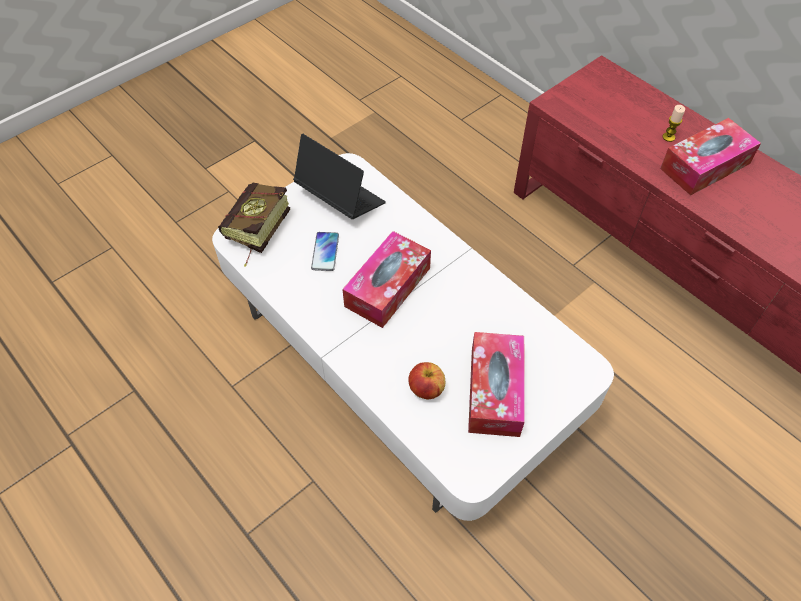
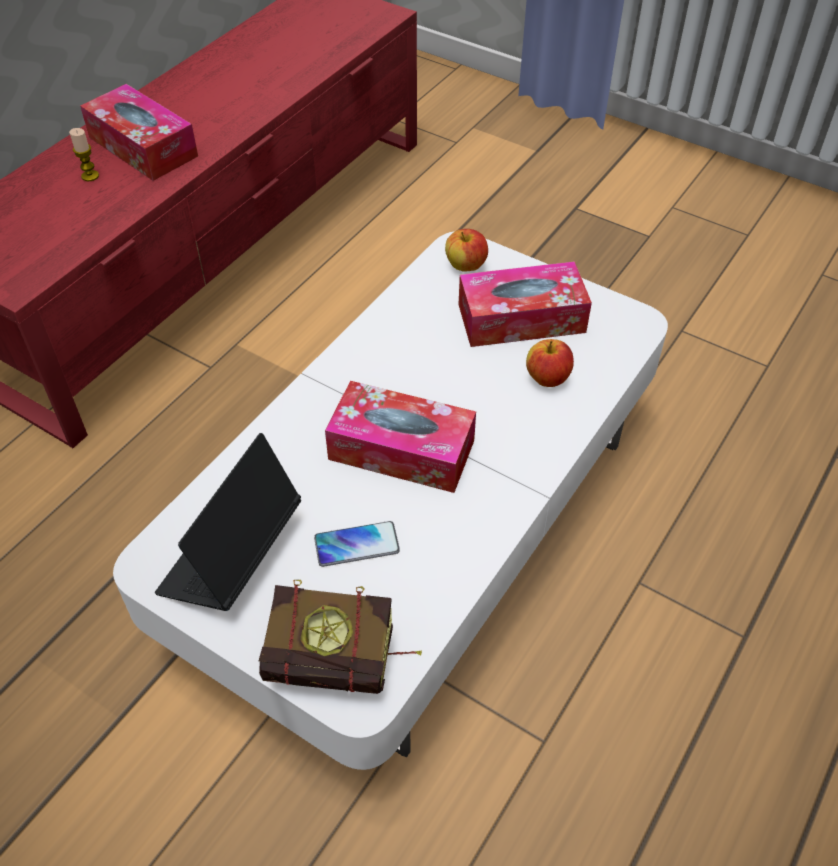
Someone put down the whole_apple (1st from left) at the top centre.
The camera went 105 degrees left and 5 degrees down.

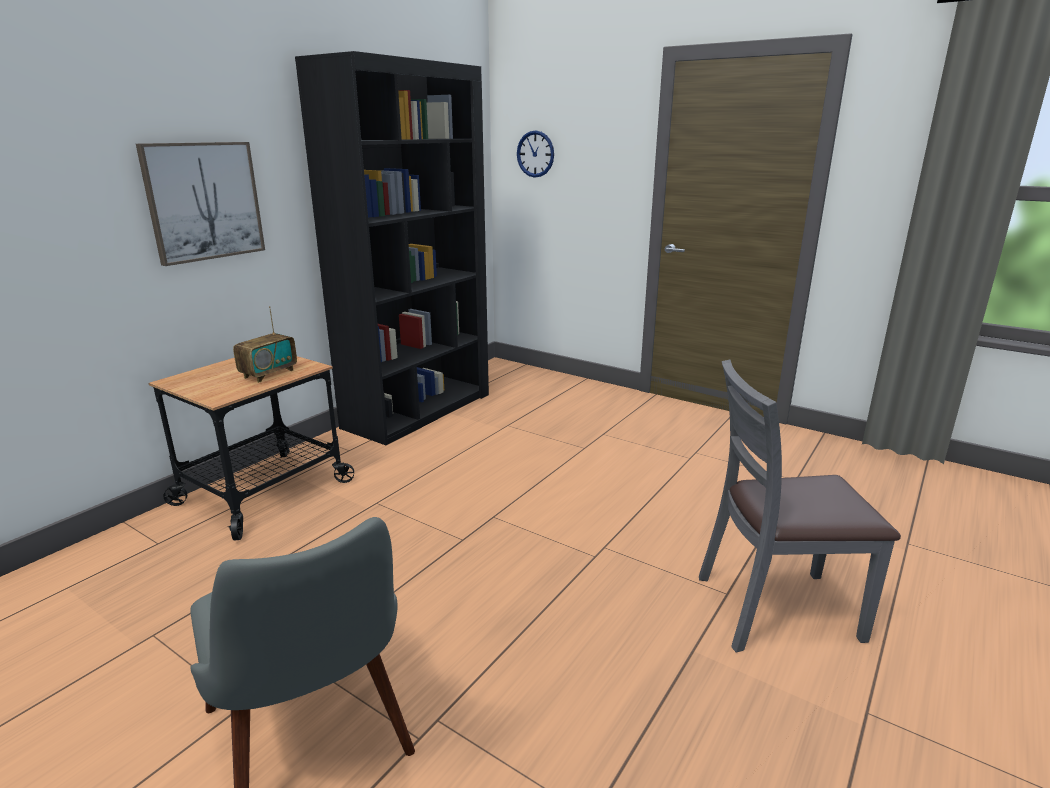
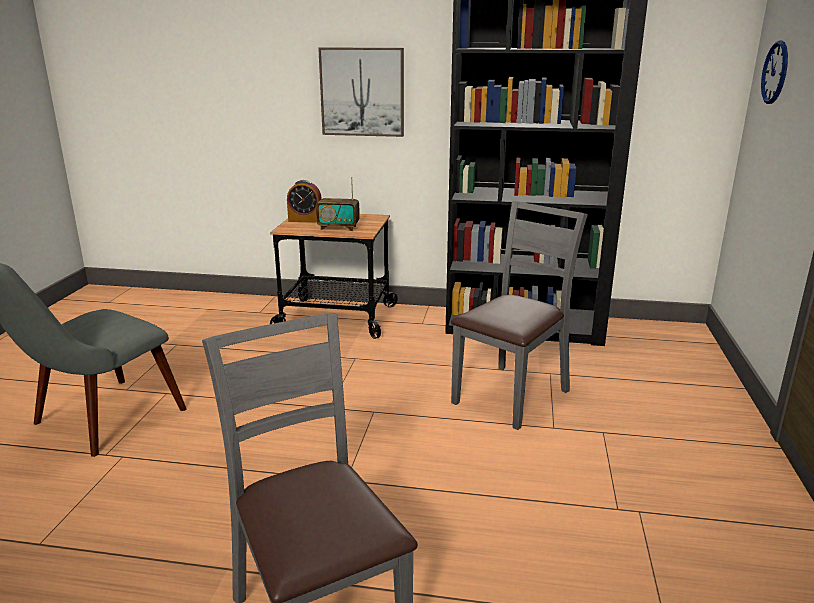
Someone put down the bedside_clock at the centre.
Someone put down the gray_plain_chair (3rd from left) at the centre.
The camera went 65 degrees right and 0 degrees up.

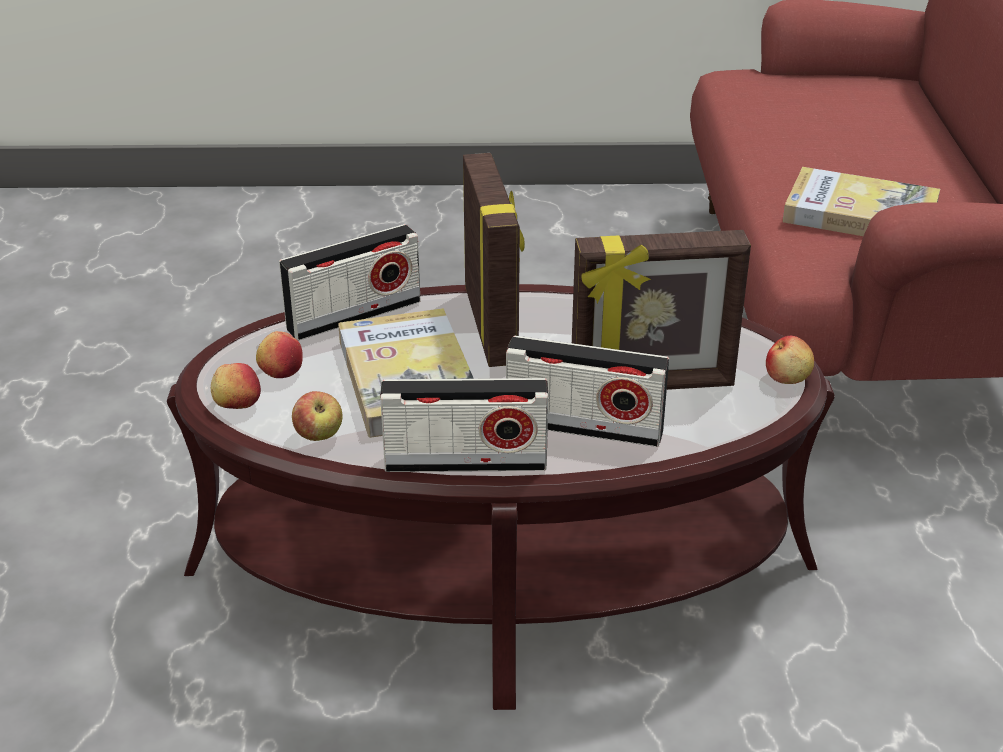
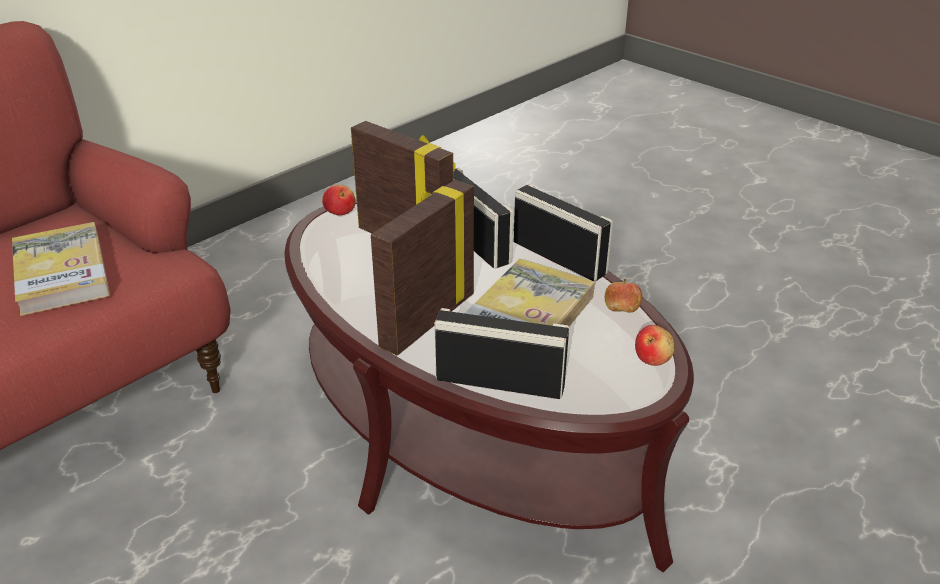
Someone took away the whole_apple (2nd from left) at the middle left.
The camera went 135 degrees left and 0 degrees up.

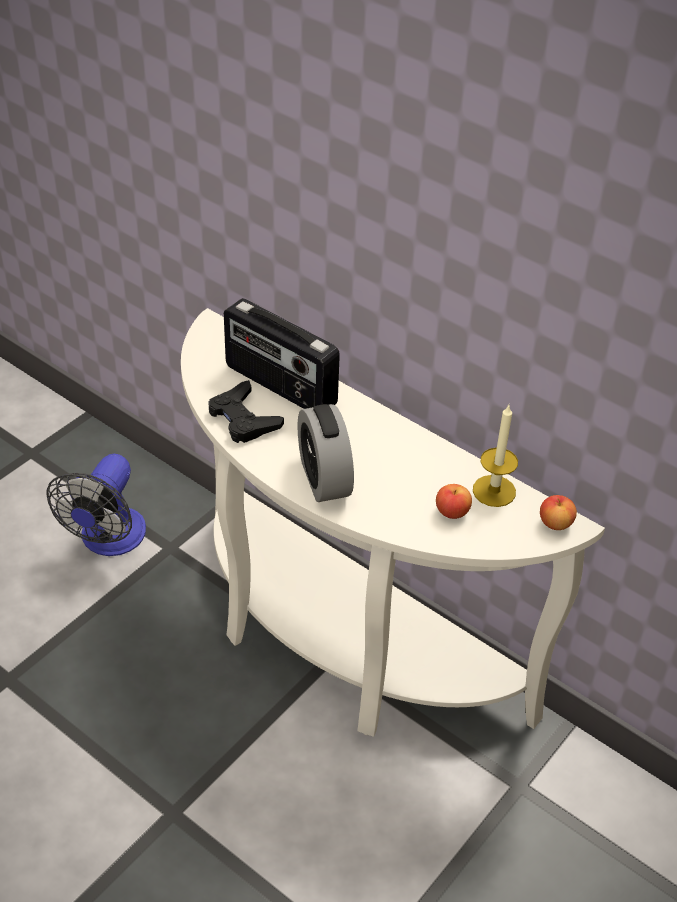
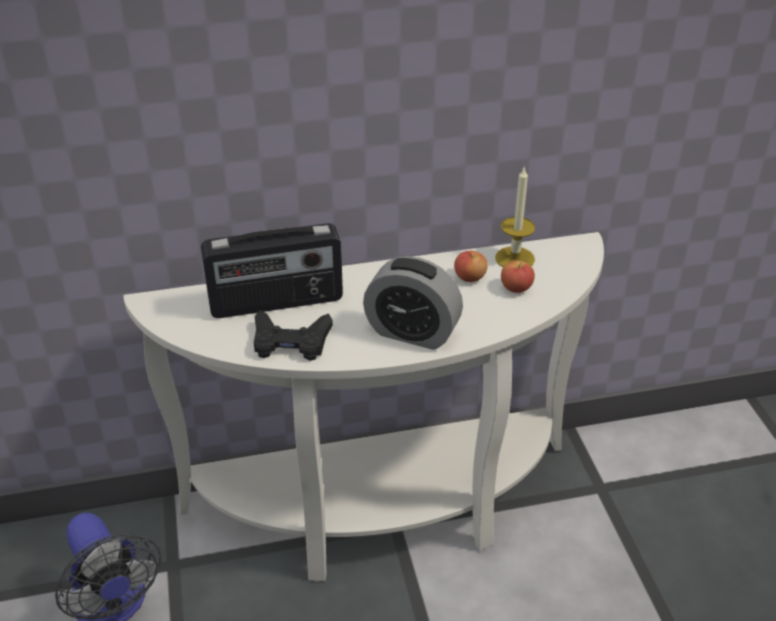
Someone carried the whole_apple (2nd from left in the first image) from the middle right to the centre.
The camera went 50 degrees left and 5 degrees down.

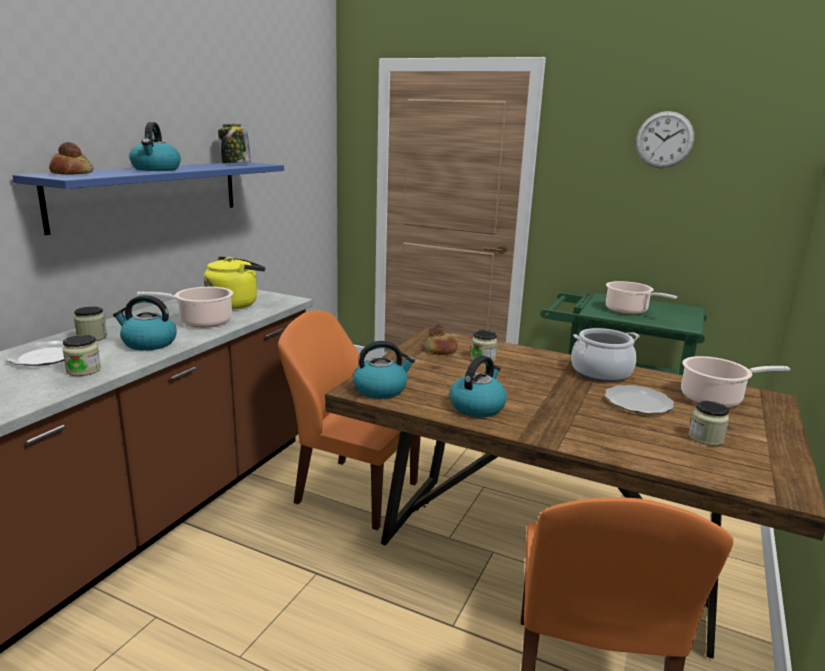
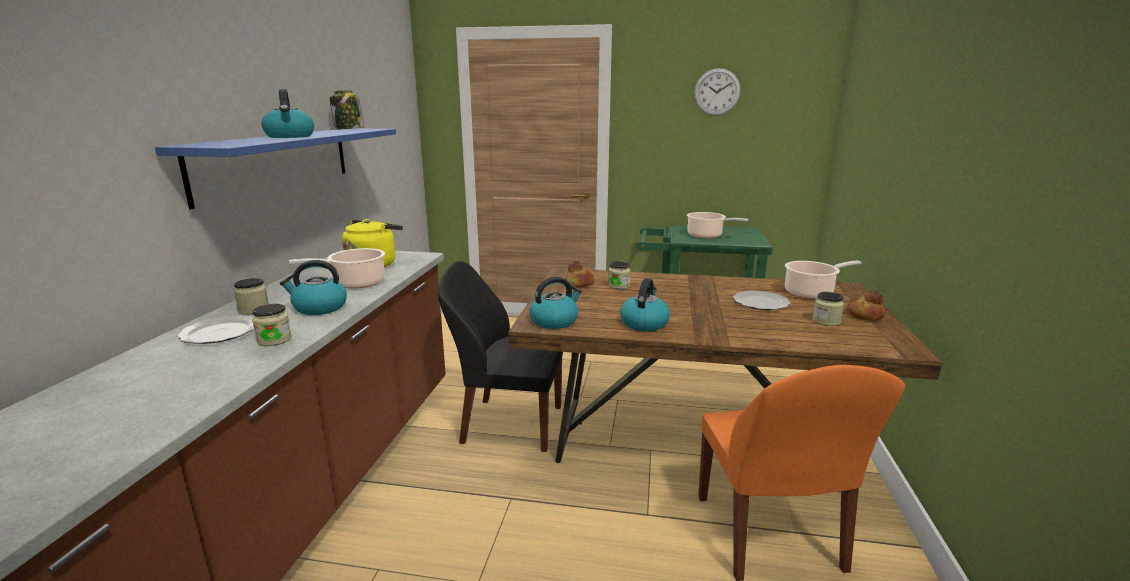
Someone carried the bakery_bread (1st from left in the first image) from the top left to the middle right.
Someone repainted the orangey_plain_chair (1st from left) at the centre, which became the blackish_plain_chair at the centre.
Someone took away the cooking_pot (2nd from left) at the middle right.
The camera went 15 degrees left and 0 degrees up.

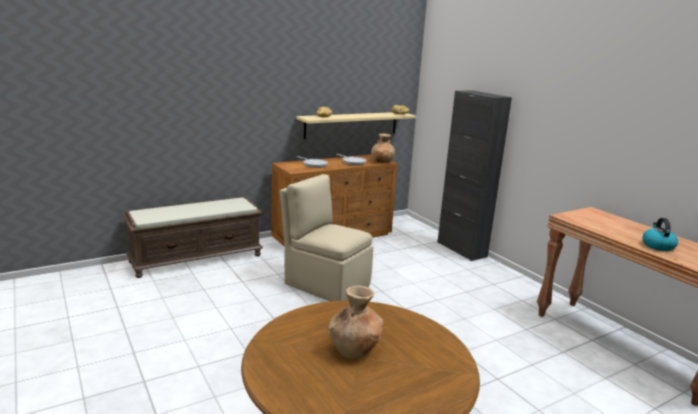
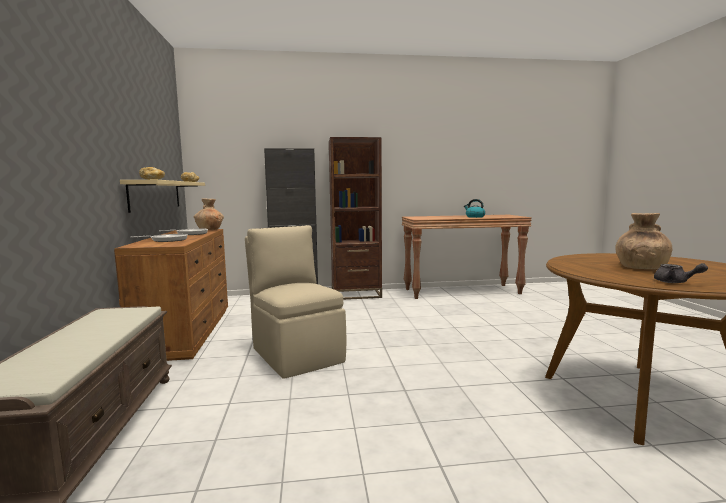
Someone rotated the beige_plain_chair at the centre by 90 degrees clockwise.
Someone put down the brown-coloured_shelving_unit at the centre.
Someone put down the gray_pot_for_tea at the middle right.
The camera went 65 degrees left and 10 degrees down.

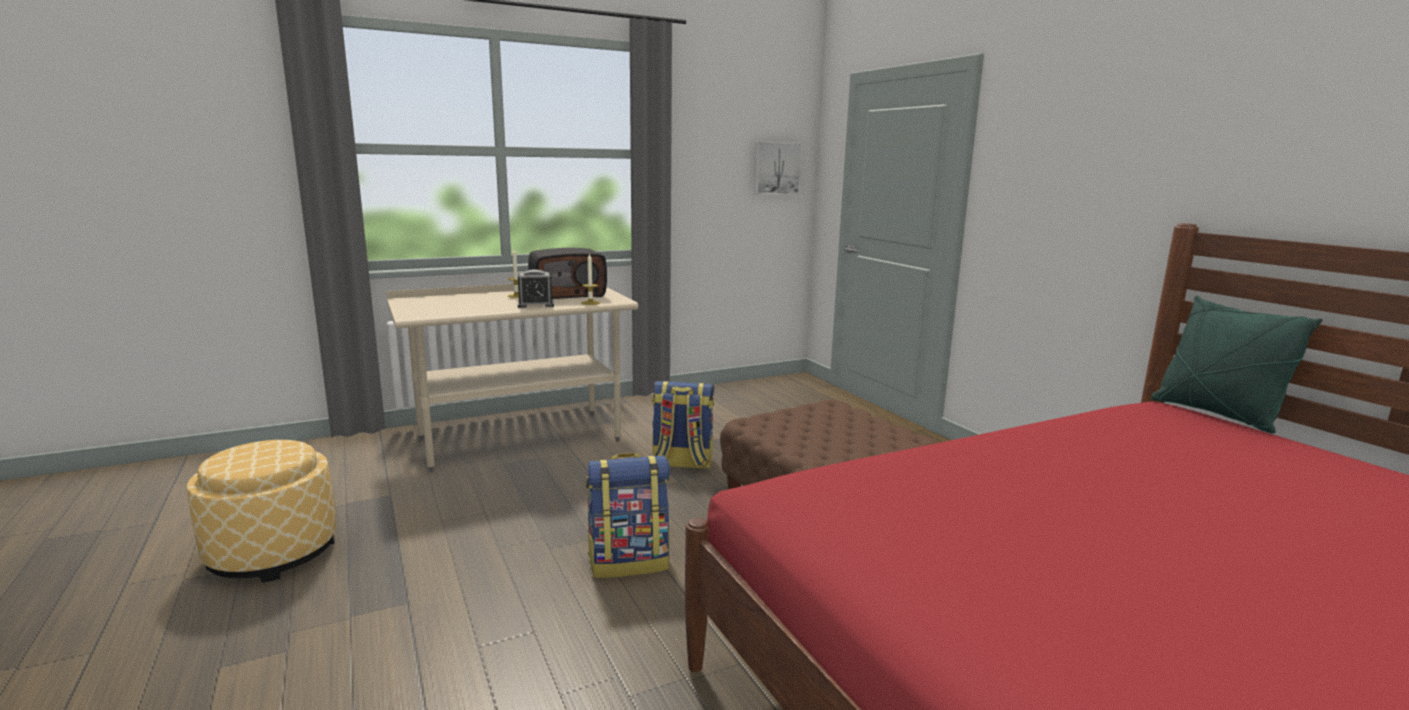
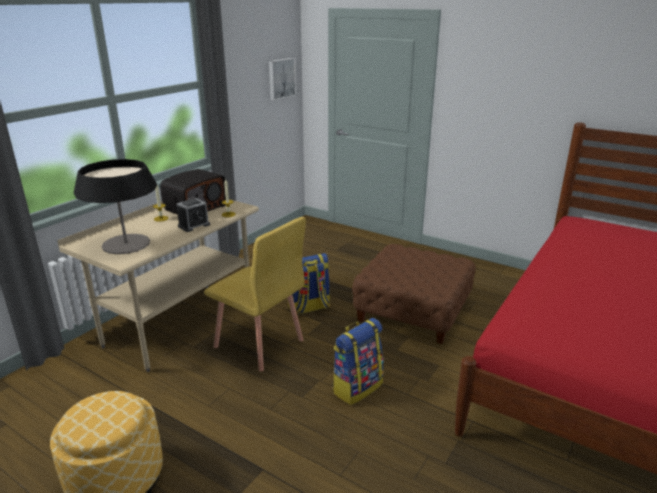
Someone took away the greenish_throw_pillow at the middle right.
Someone put down the table_lamp at the middle left.
Someone put down the yellowish_plain_chair at the centre.
The camera went 30 degrees left and 10 degrees up.

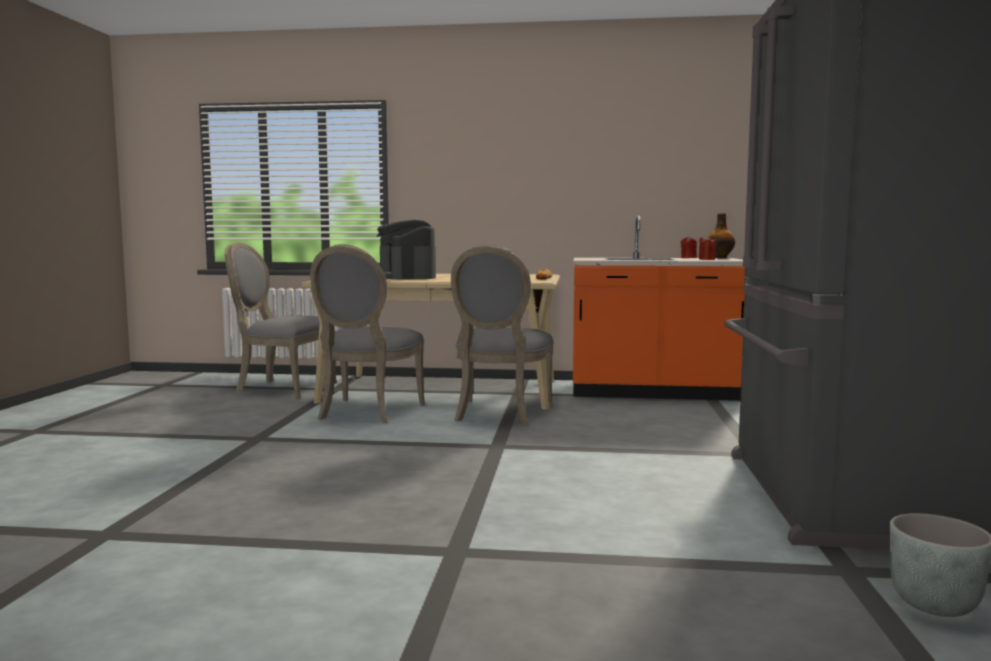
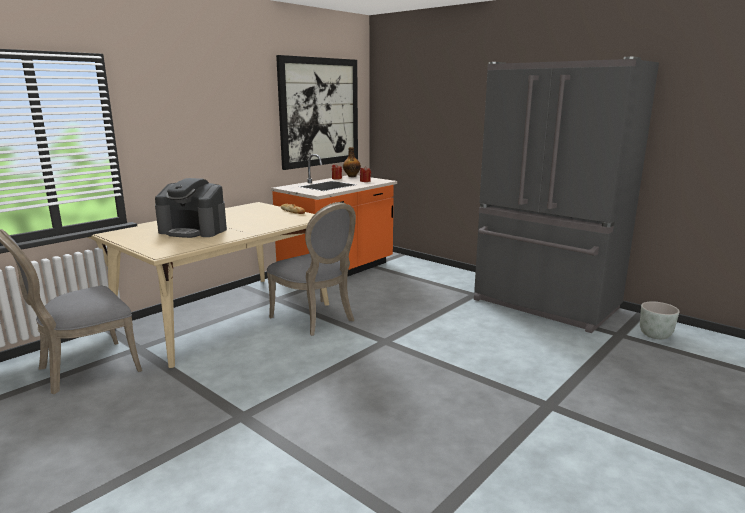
Someone took away the gray_plain_chair (2nd from left) at the centre.
Someone put up the wall_art at the top centre.
The camera went 55 degrees left and 10 degrees up.

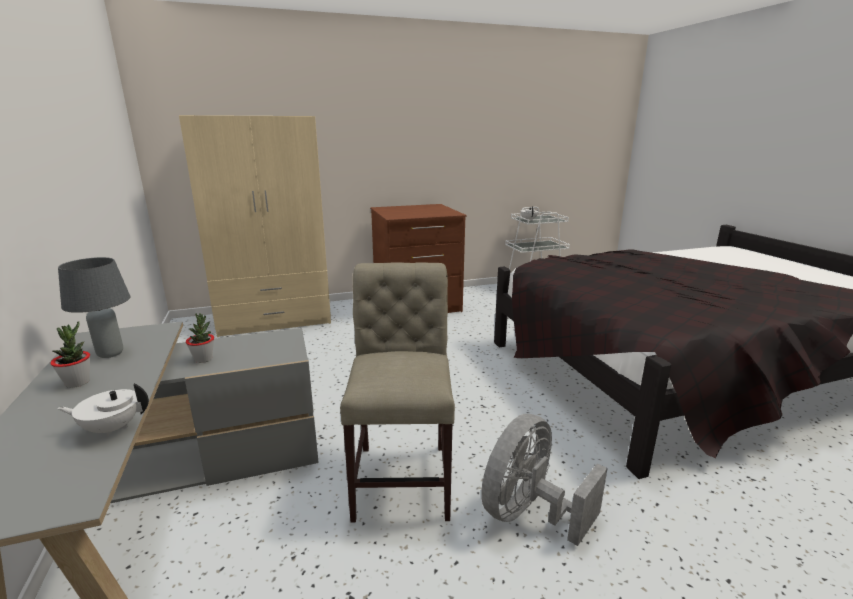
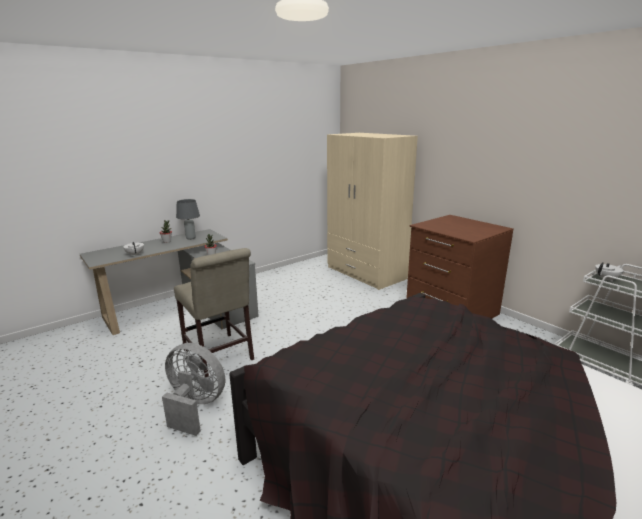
Someone rotated the beige_plain_chair at the centre by 75 degrees clockwise.
The camera went 70 degrees right and 0 degrees up.

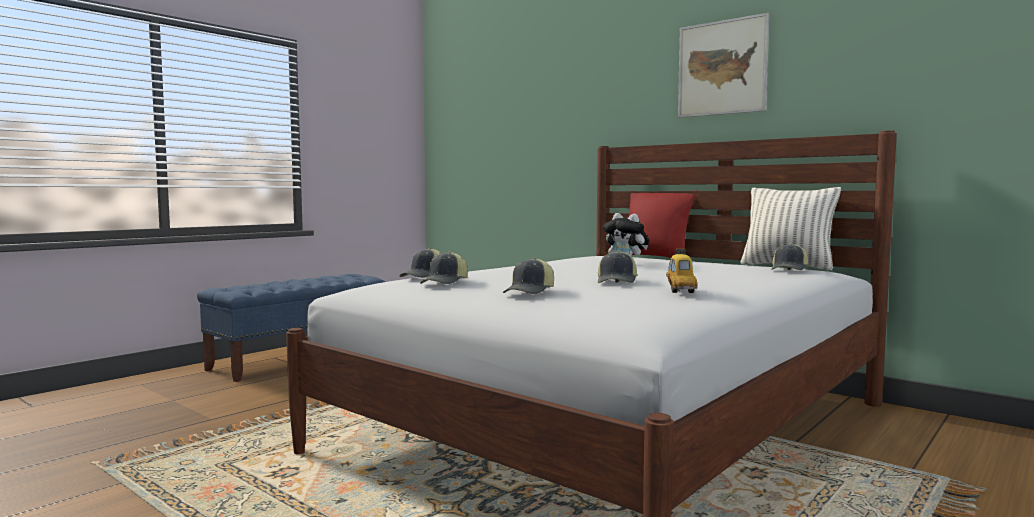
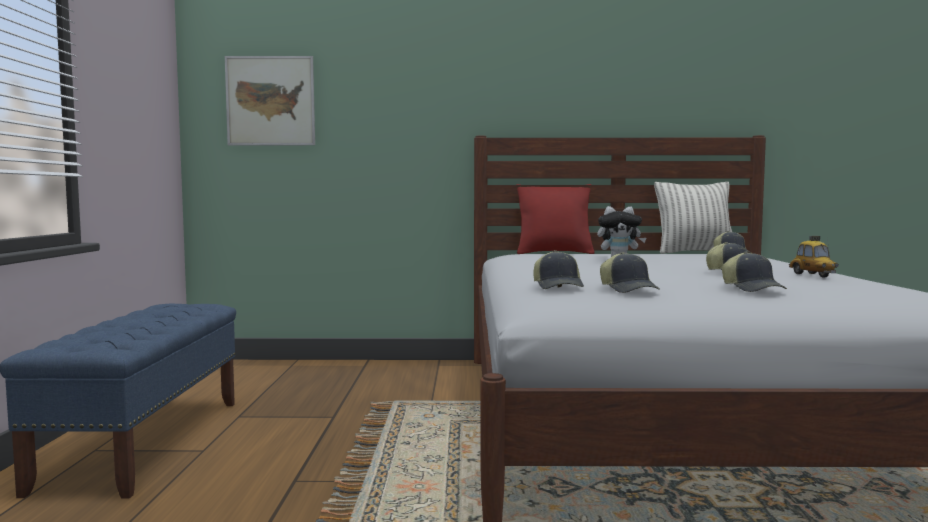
Someone rotated the toy_car at the centre by 150 degrees counterclockwise.
Someone carried the wall_art from the top right to the top left.
The camera went 40 degrees left and 0 degrees up.

